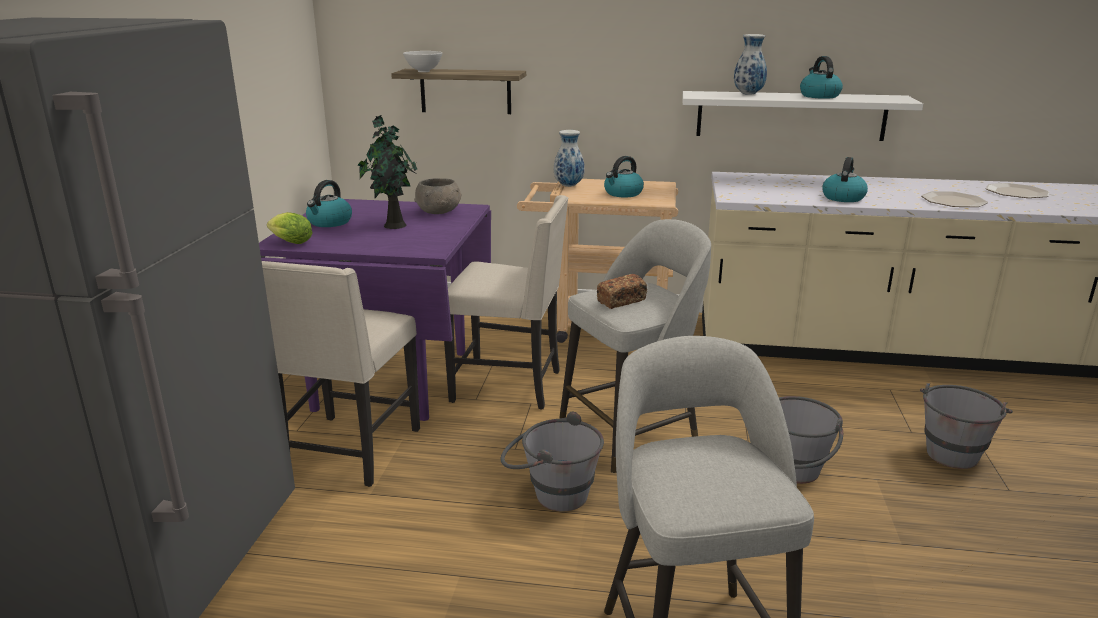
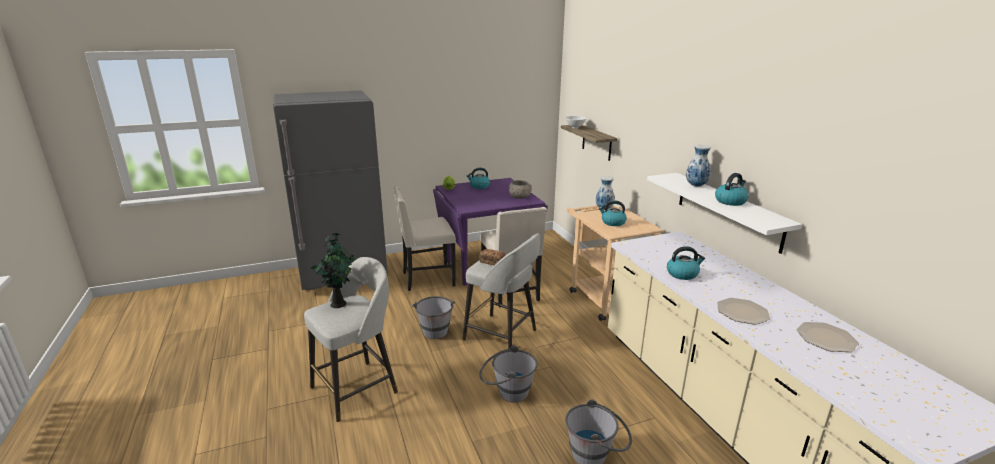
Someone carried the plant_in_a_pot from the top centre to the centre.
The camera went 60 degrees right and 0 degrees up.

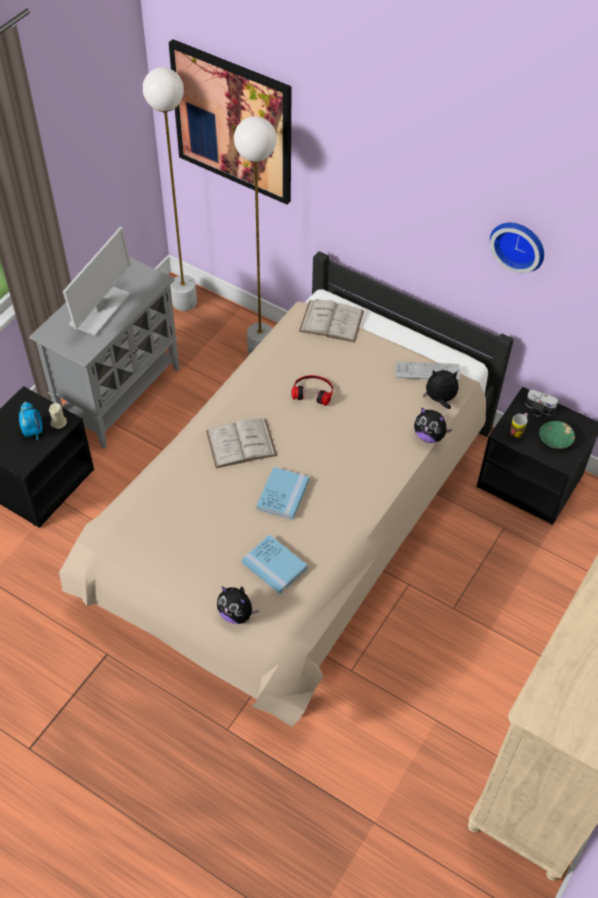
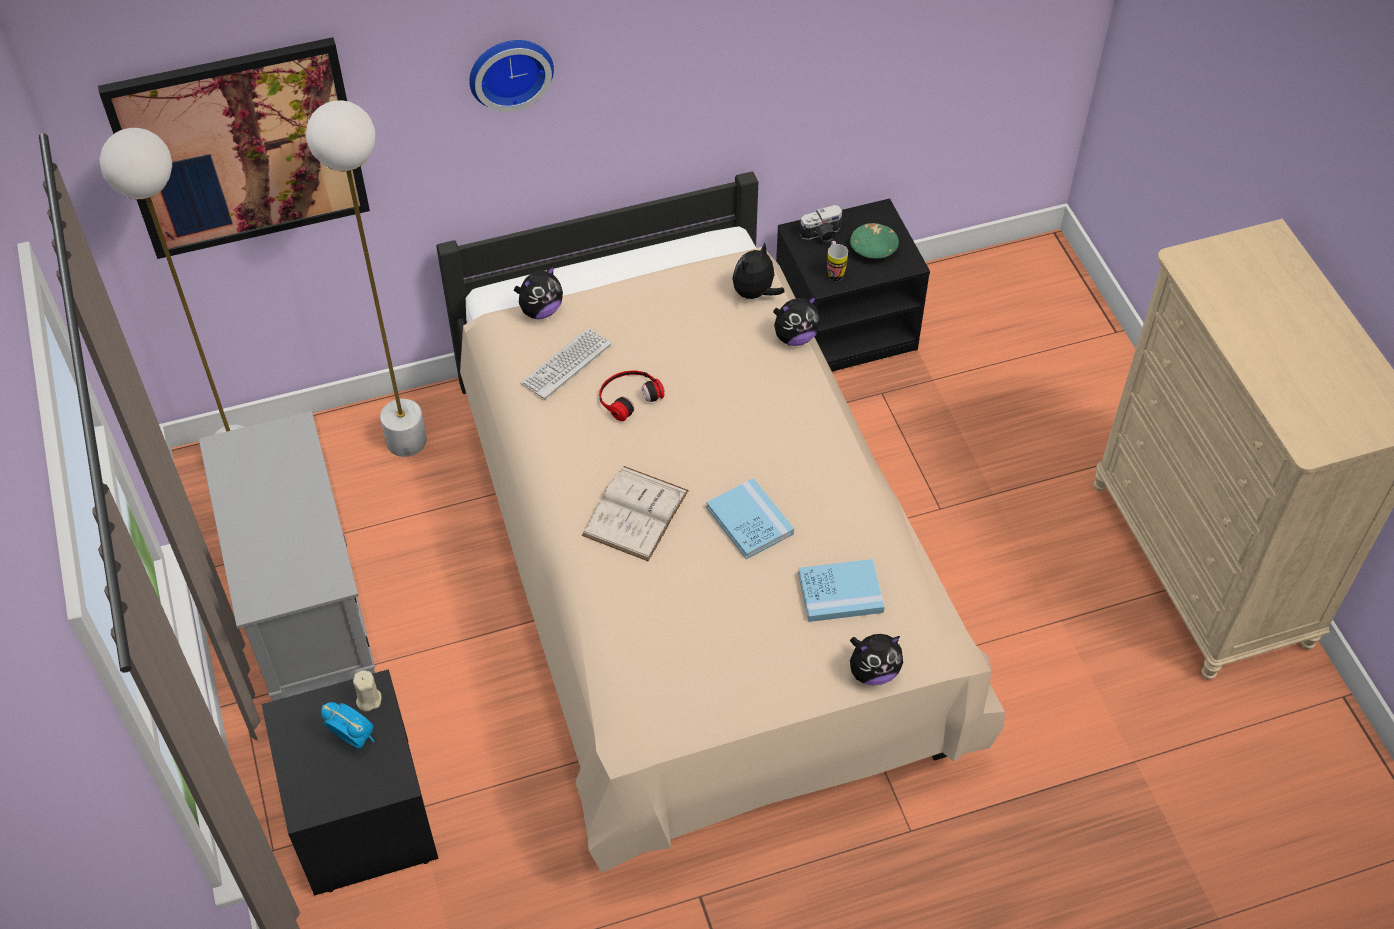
Someone took away the computer_display at the top left.
Someone swapped the white_book (2nd from left) at the centre for the cuddly_toy (1st from left) at the top centre.
Someone carried the keyboard from the middle right to the centre.
Someone carried the hanging_clock from the top right to the top centre.
The camera went 50 degrees left and 0 degrees up.

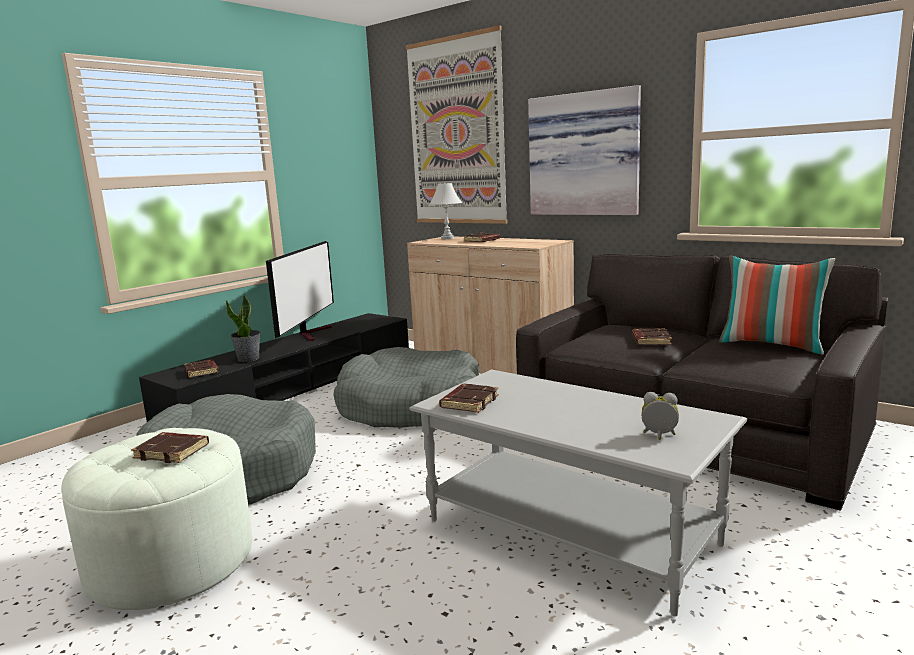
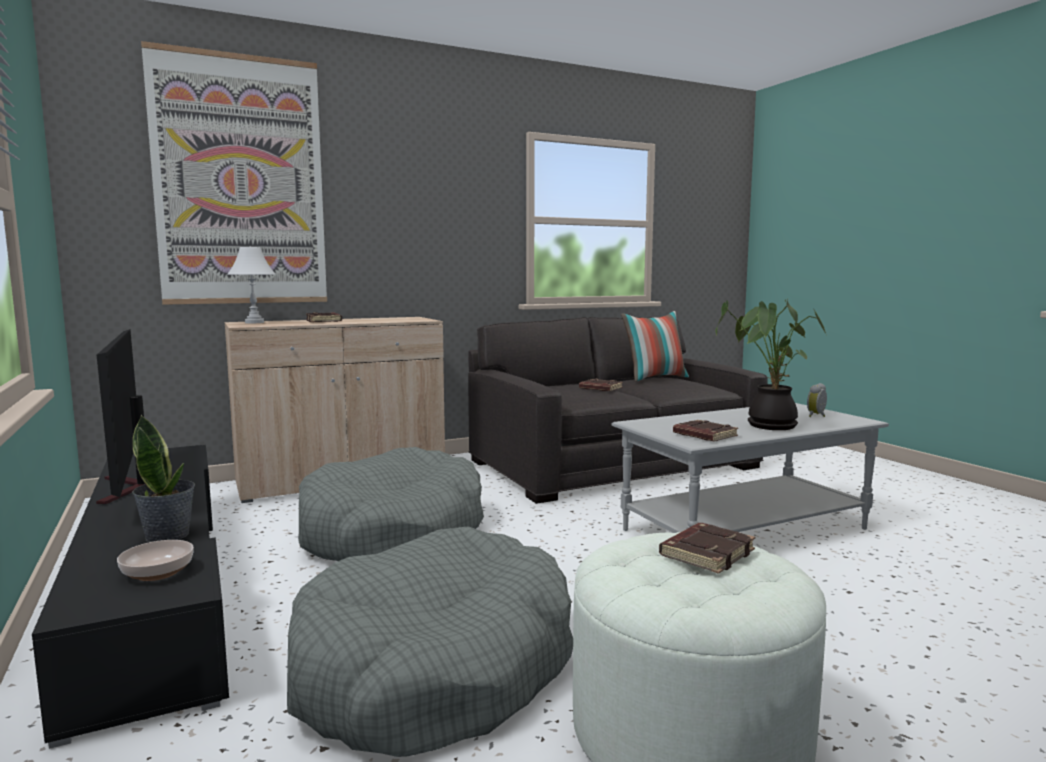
Someone swapped the brown-coloured_book (2nd from left) at the middle left for the bowl at the bottom left.
Someone rotated the TV_set at the middle left by 150 degrees counterclockwise.
Someone took away the wall_art (2nd from left) at the top centre.
Someone put down the plant_in_a_pot (2nd from left) at the middle right.
The camera went 65 degrees left and 5 degrees down.

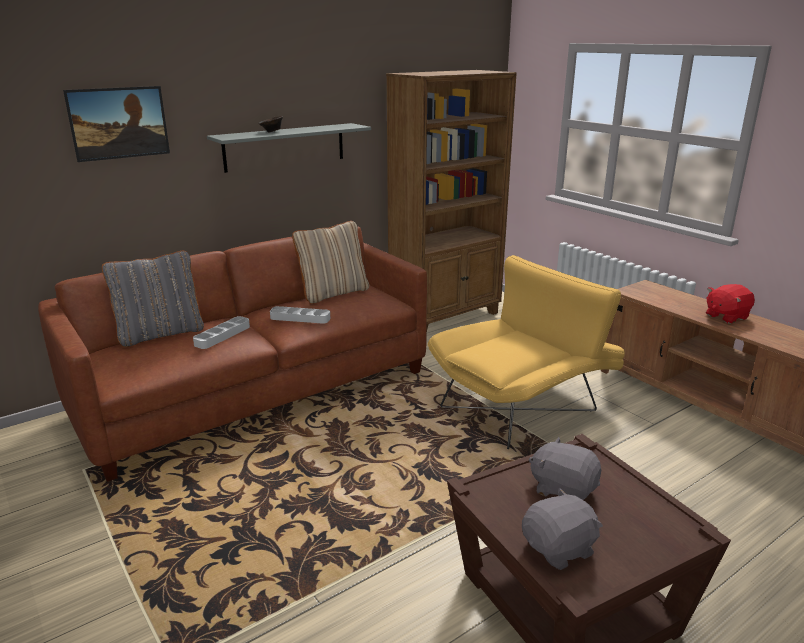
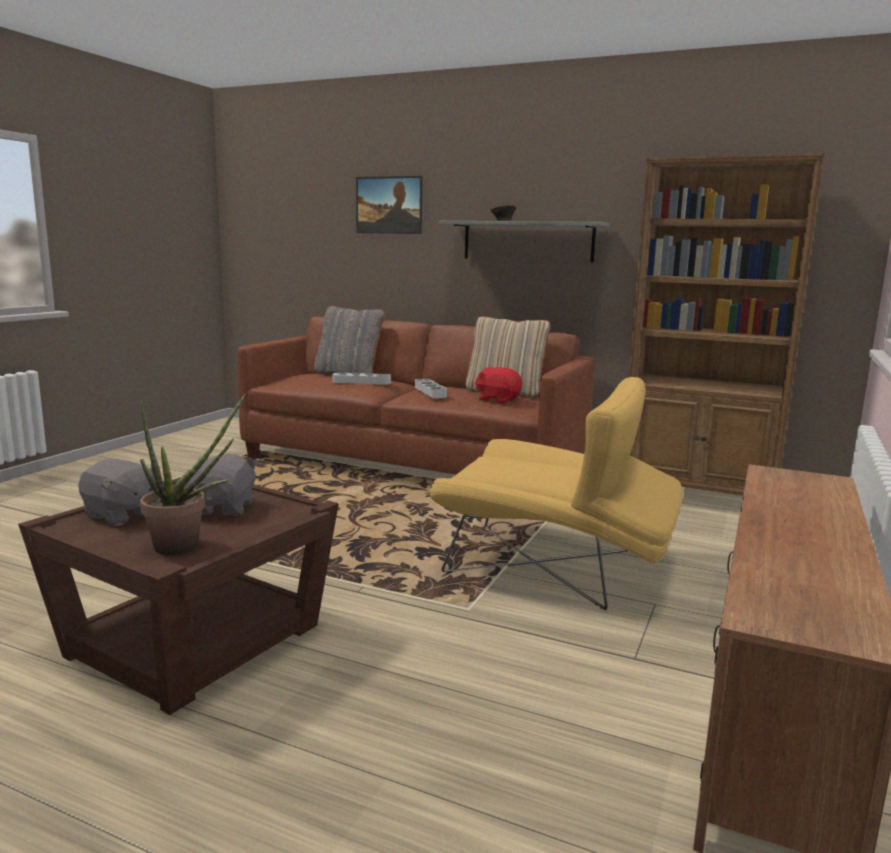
Someone carried the reddish_cuddly_toy from the middle right to the centre.
Someone put down the plant_in_a_pot at the middle left.
The camera went 60 degrees right and 10 degrees down.

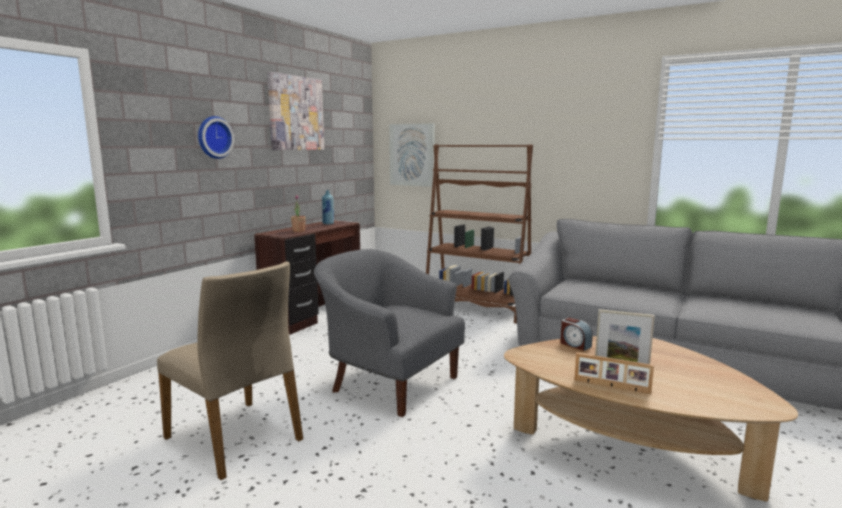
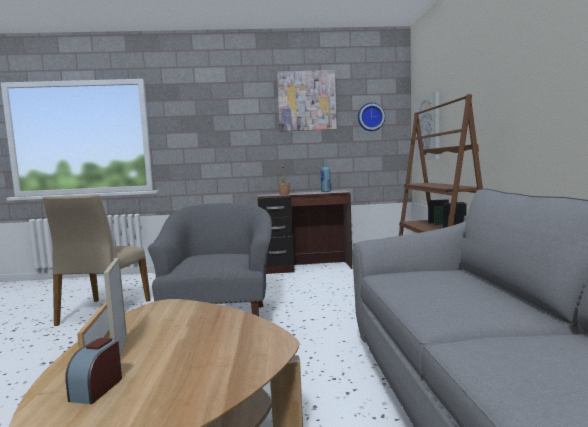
Someone carried the hanging_clock from the top left to the top centre.
Someone carried the bedside_clock from the middle right to the bottom left.
The camera went 55 degrees right and 5 degrees down.

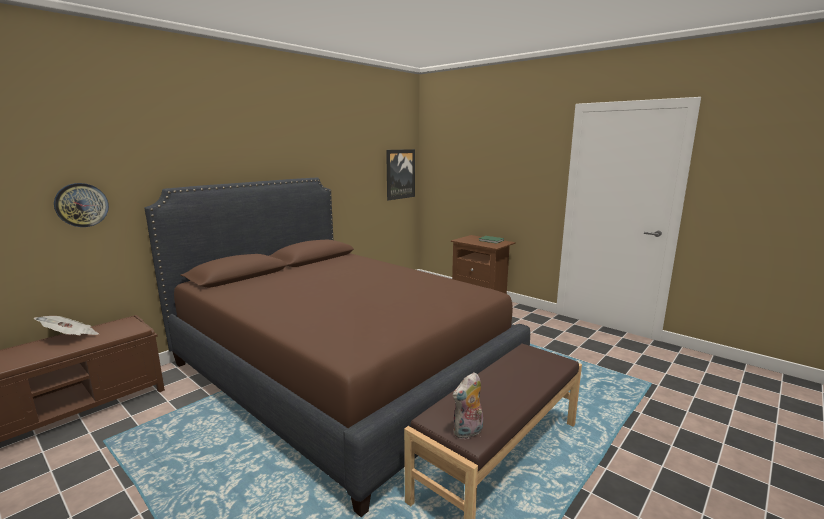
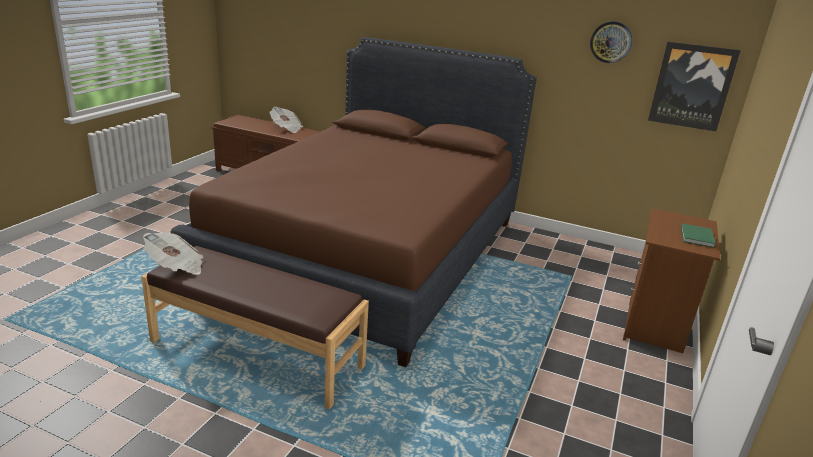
Someone carried the hanging_clock from the middle left to the top right.
Someone swapped the cuddly_toy at the bottom centre for the printed_paper (1st from left) at the middle left.
The camera went 70 degrees right and 10 degrees up.

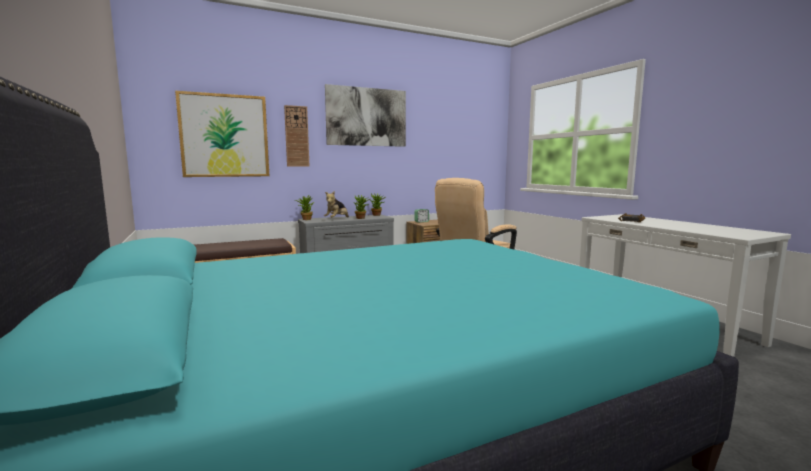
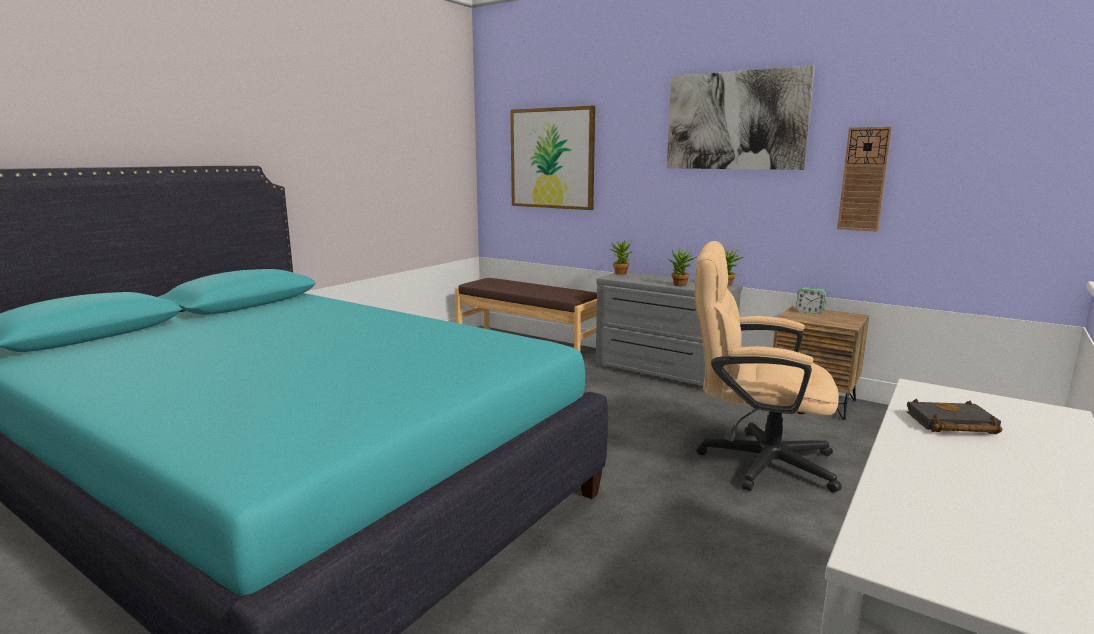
Someone carried the hanging_clock from the top centre to the top right.
Someone took away the cuddly_toy at the centre.
The camera went 60 degrees right and 5 degrees up.

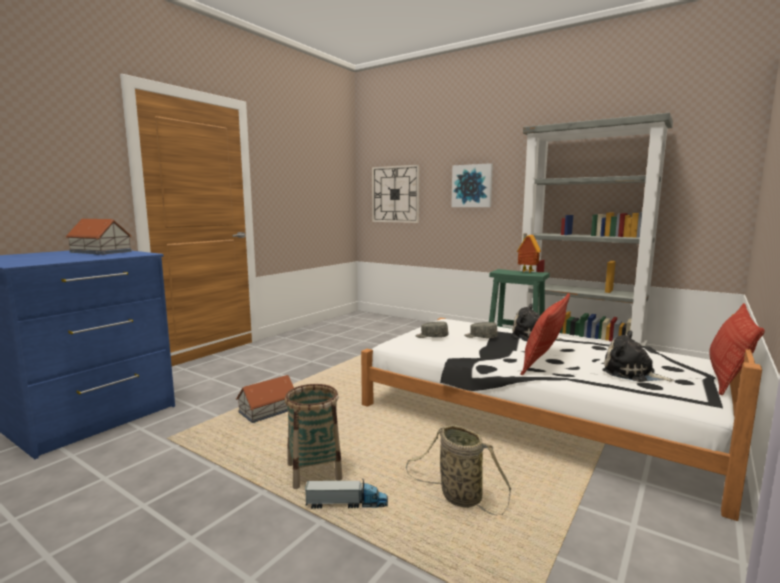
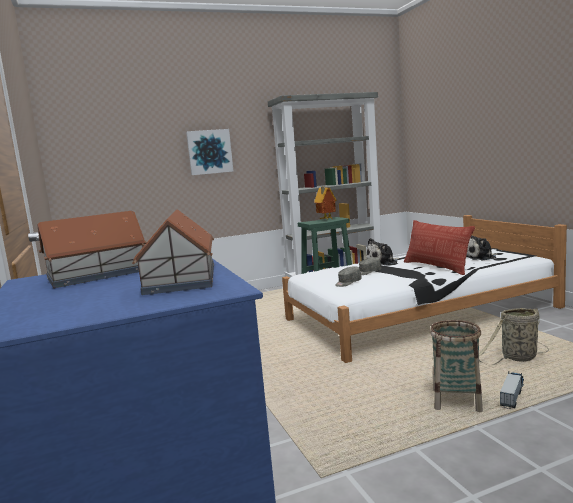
Someone carried the miniature_house (2nd from left) from the bottom centre to the middle left.
Someone took away the hanging_clock at the top centre.
Someone took away the throw_pillow (2nd from left) at the middle right.
The camera went 55 degrees left and 0 degrees up.

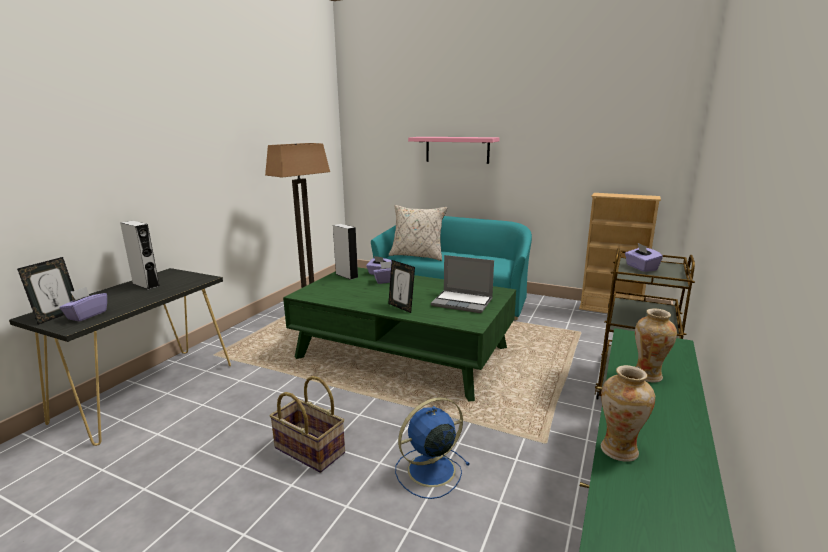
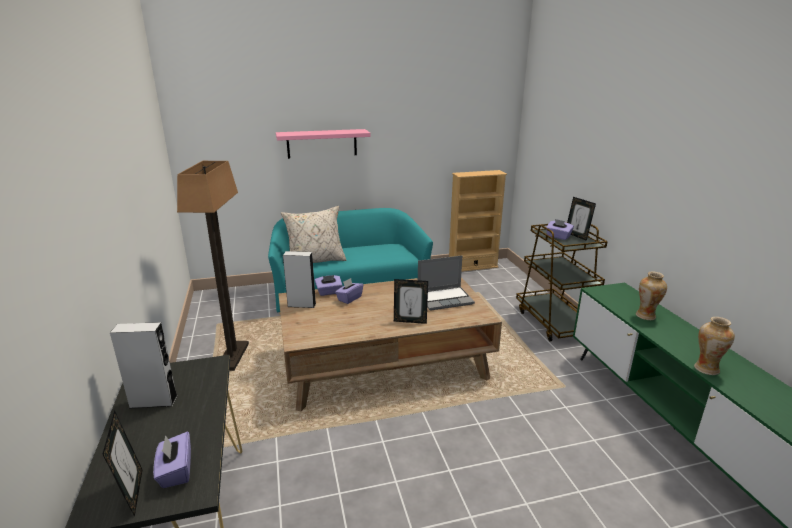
Someone took away the household_basket at the bottom centre.
Someone repainted the greenish_lounge_table at the centre, which became the brown-coloured_lounge_table at the centre.
Someone took away the blue-coloured_cooling_fan at the bottom centre.
Someone put down the picture_frame (3rd from left) at the middle right.
The camera went 40 degrees left and 5 degrees up.

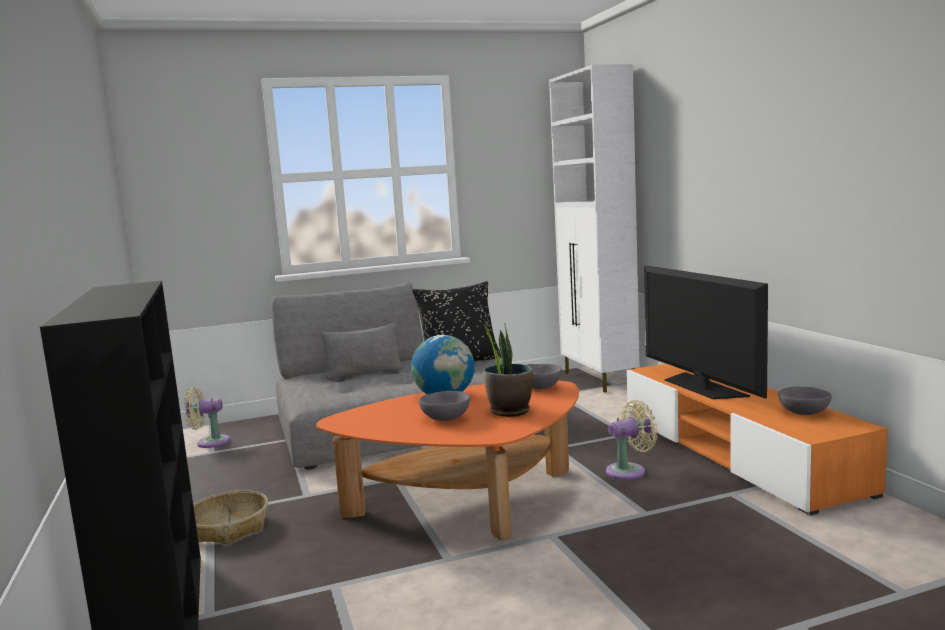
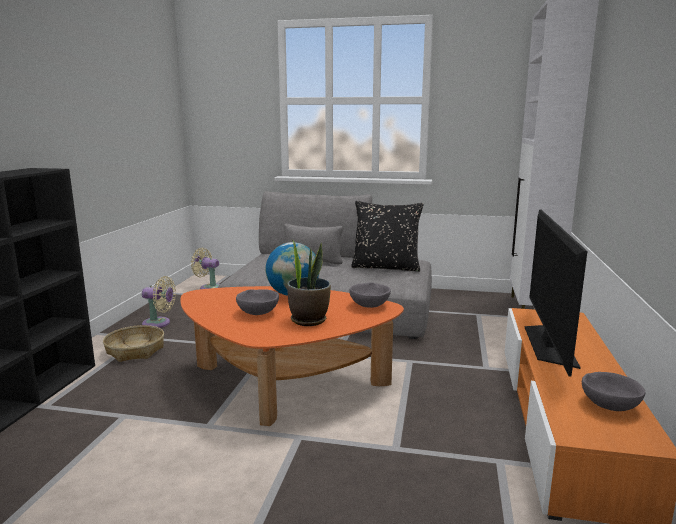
Someone carried the beige_cooling_fan (2nd from left in the first image) from the bottom right to the middle left.
The camera went 30 degrees right and 5 degrees up.

